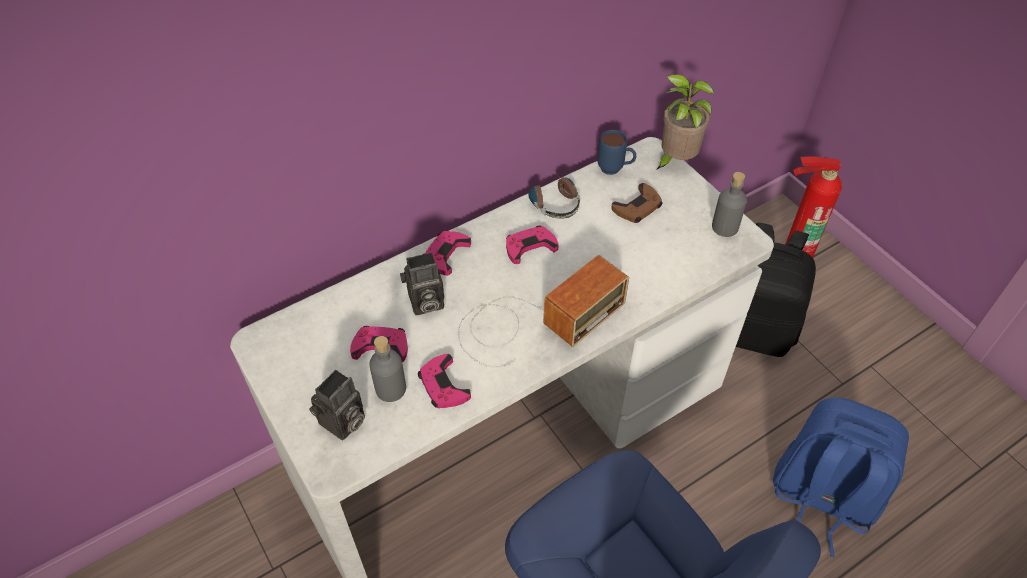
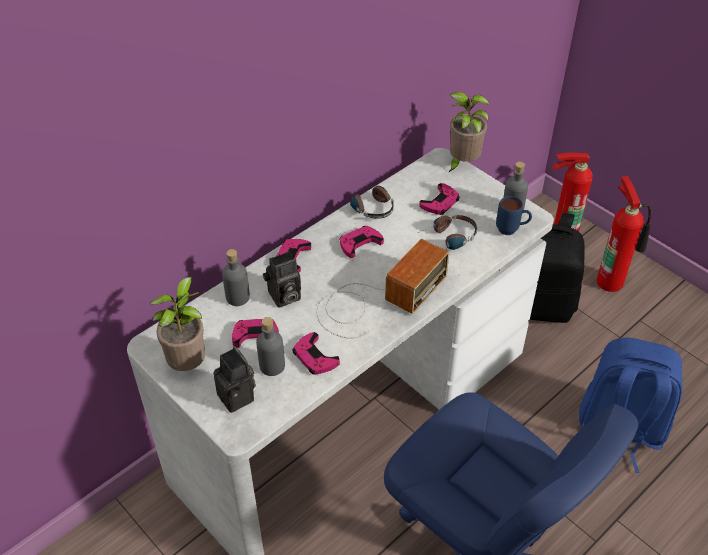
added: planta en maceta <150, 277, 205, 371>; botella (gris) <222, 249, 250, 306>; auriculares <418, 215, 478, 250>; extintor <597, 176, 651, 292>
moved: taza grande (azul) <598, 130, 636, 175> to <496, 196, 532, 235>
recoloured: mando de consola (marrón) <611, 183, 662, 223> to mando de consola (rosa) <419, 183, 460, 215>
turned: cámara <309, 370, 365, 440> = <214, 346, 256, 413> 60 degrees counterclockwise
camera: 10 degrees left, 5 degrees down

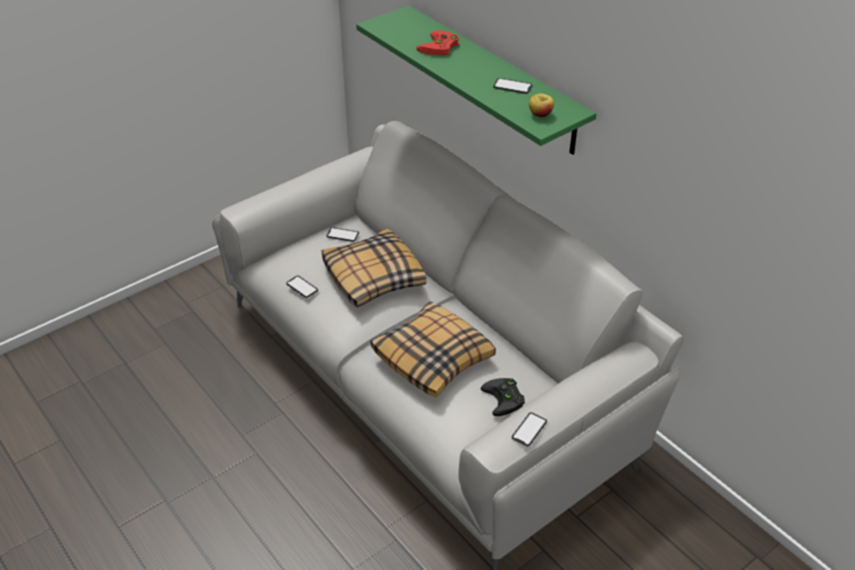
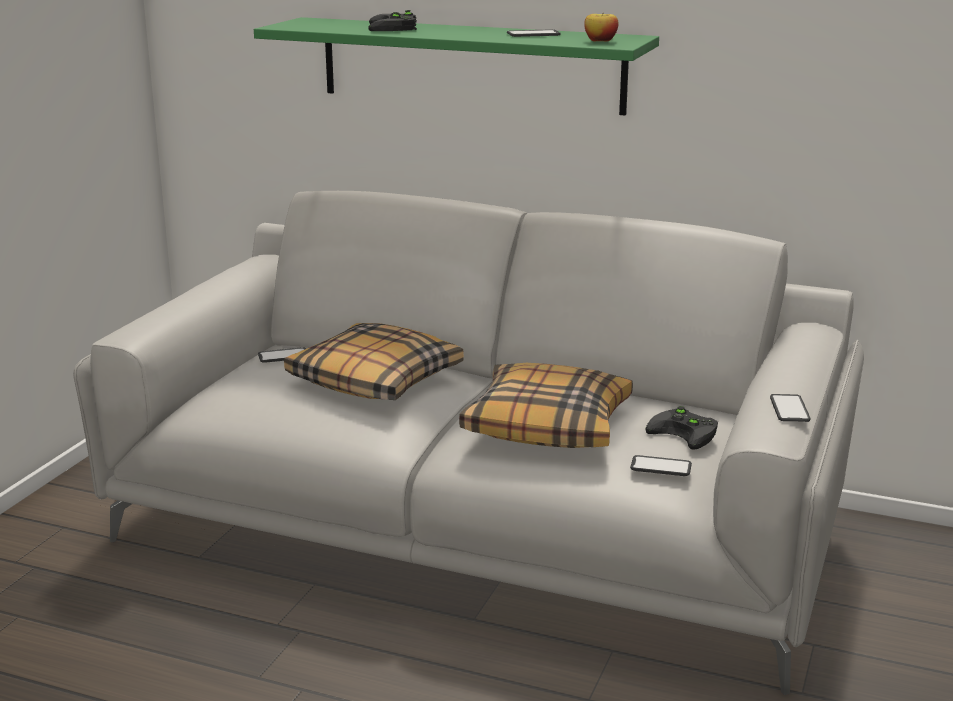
moved: móvil <286, 275, 318, 298> to <630, 455, 692, 476>
recoloured: mando de consola (rojo) <416, 30, 459, 56> to mando de consola (negro) <368, 10, 417, 31>
camera: 30 degrees left, 20 degrees down

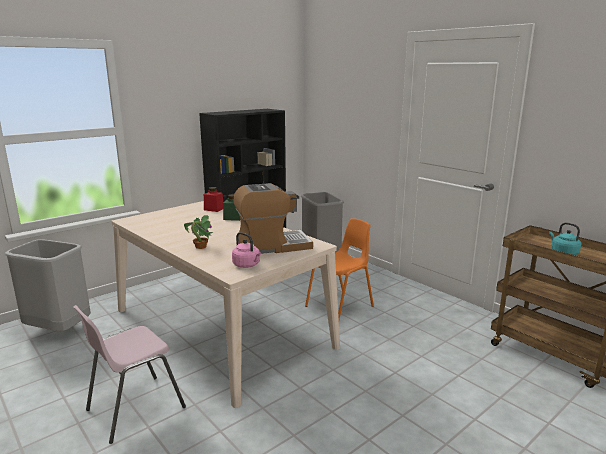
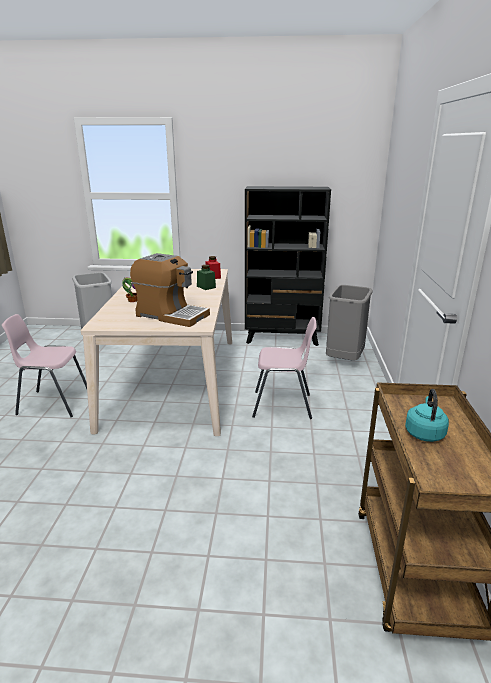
removed: hervidor (rosa) <232, 232, 261, 268>
recoloured: silla (naranja) <305, 218, 374, 319> to silla (rosa) <252, 317, 317, 419>
camera: 45 degrees right, 5 degrees up

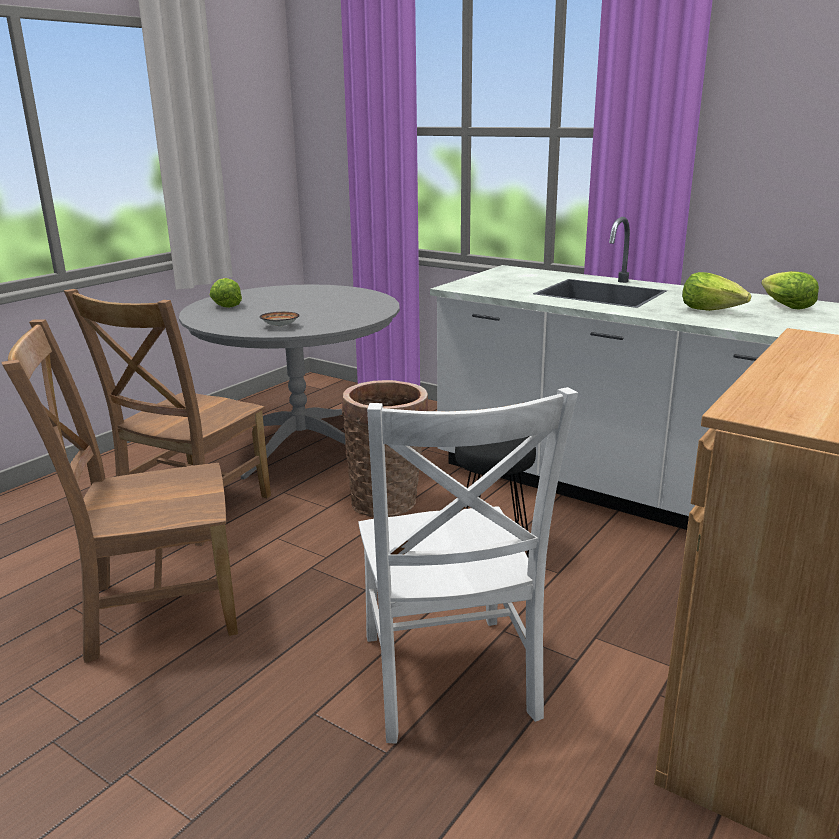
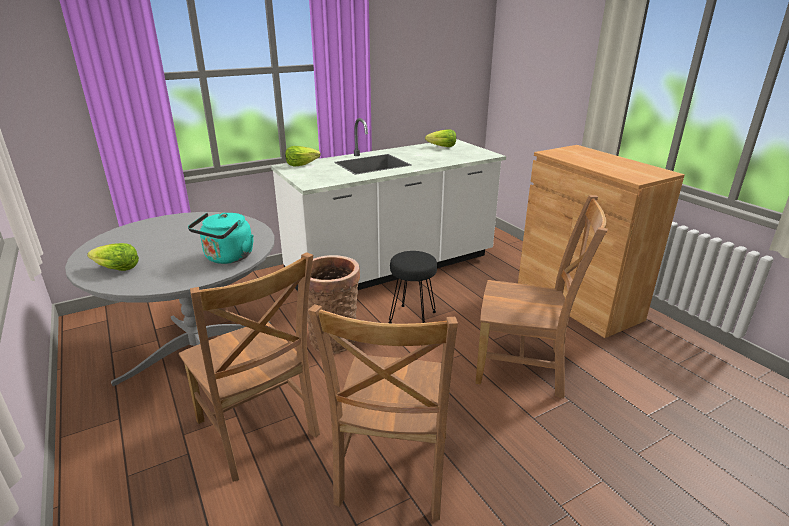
moved: lechuga <682, 272, 751, 311> to <285, 146, 321, 167>
replaced: cuenco <260, 312, 300, 327> to hervidor (turquesa) <188, 213, 254, 264>
recoloured: silla (blanco) <358, 387, 578, 744> to silla (marrón) <475, 195, 608, 399>
camera: 65 degrees left, 5 degrees up

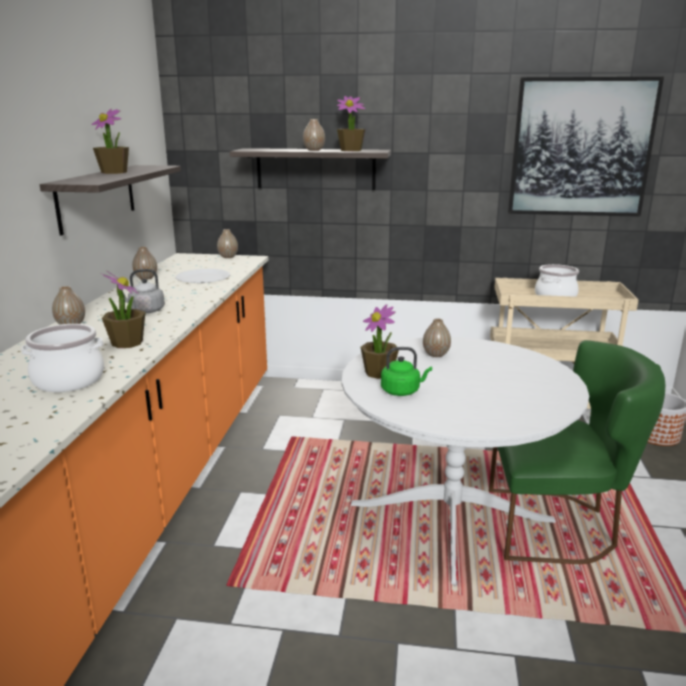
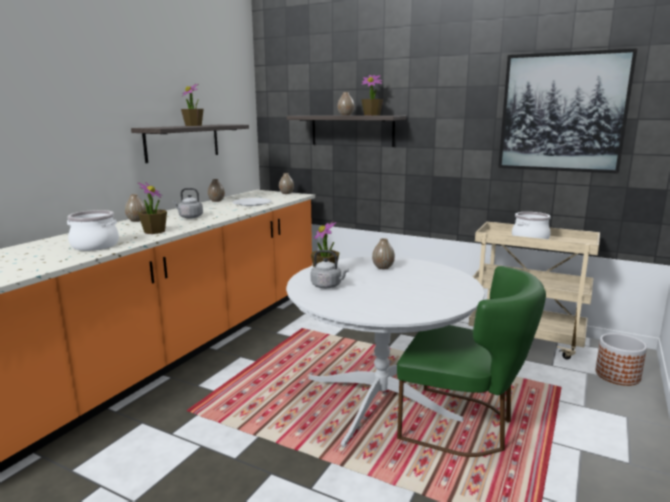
recoloured: hervidor (verde) <381, 347, 432, 396> to hervidor (gris) <311, 250, 349, 288>
camera: 20 degrees right, 5 degrees down

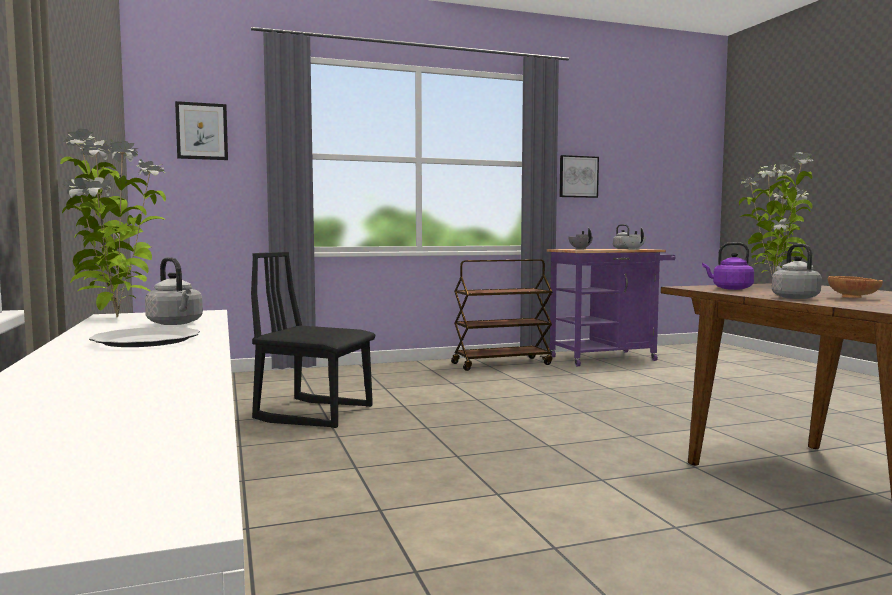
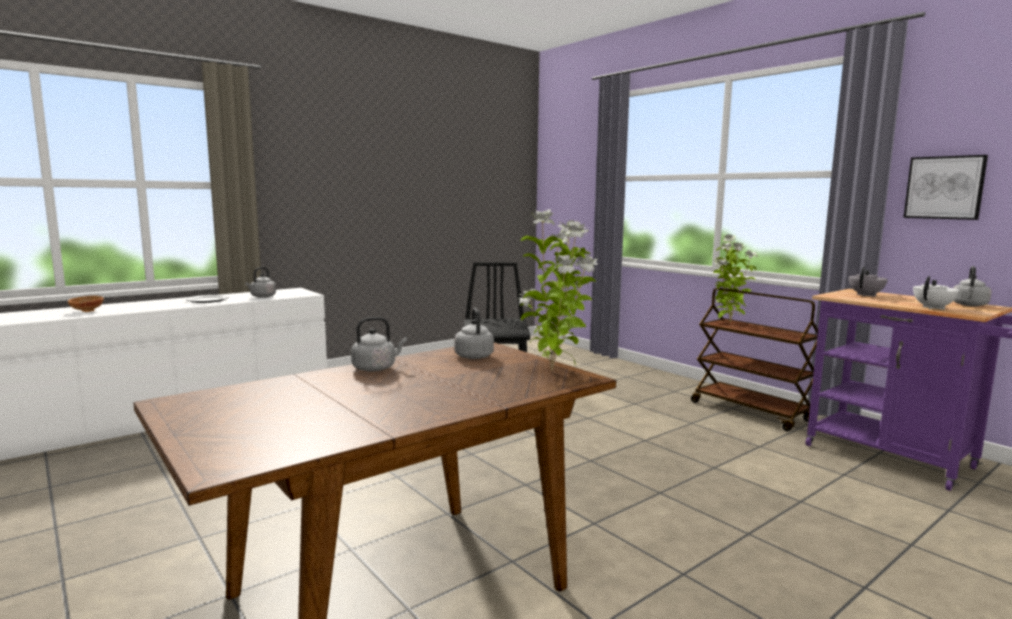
removed: cuadro <175, 101, 228, 160>
moved: cuenco (marrón) <828, 276, 883, 298> to <68, 296, 104, 312>; planta en maceta <60, 129, 166, 317> to <713, 234, 758, 322>
recoloured: hervidor (morado) <702, 242, 754, 290> to hervidor (gris) <454, 308, 494, 359>
camera: 70 degrees right, 5 degrees up

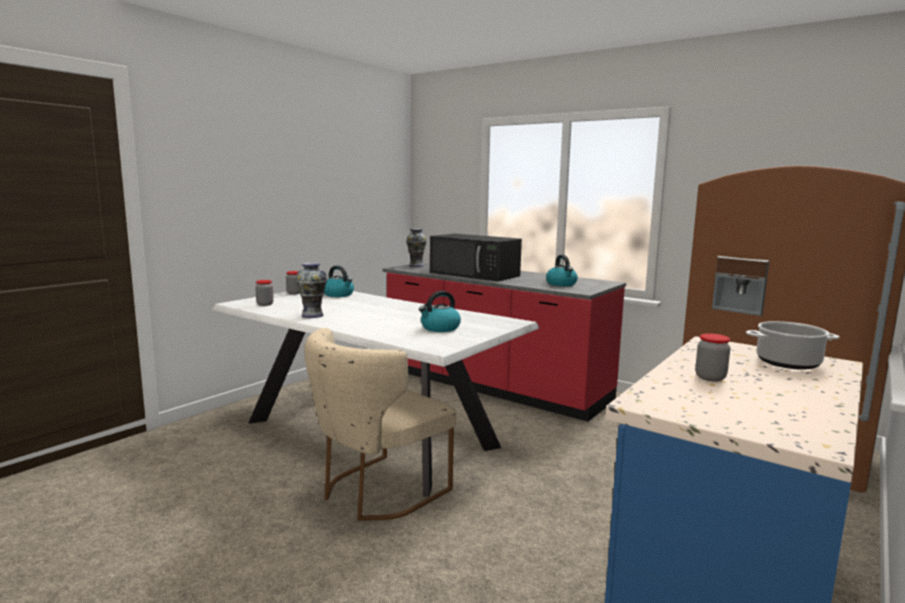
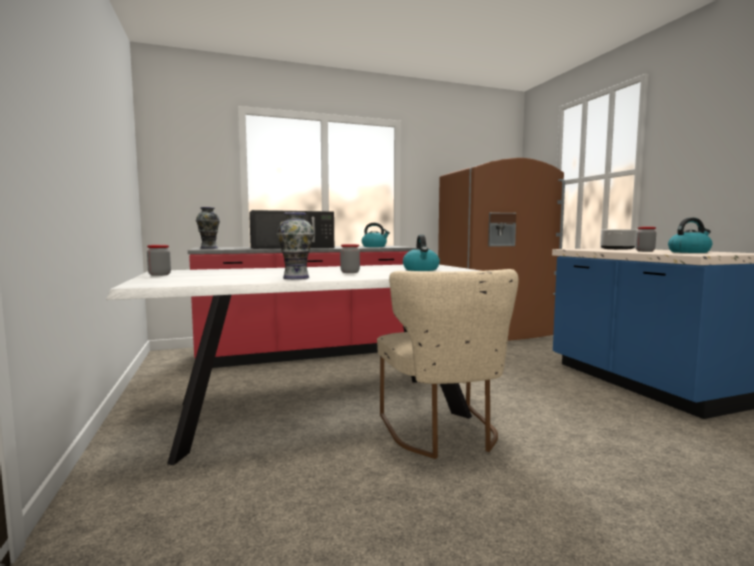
moved: tarro <255, 280, 274, 306> to <340, 244, 360, 273>; hervidor <324, 265, 354, 297> to <668, 218, 712, 253>
camera: 55 degrees left, 5 degrees down

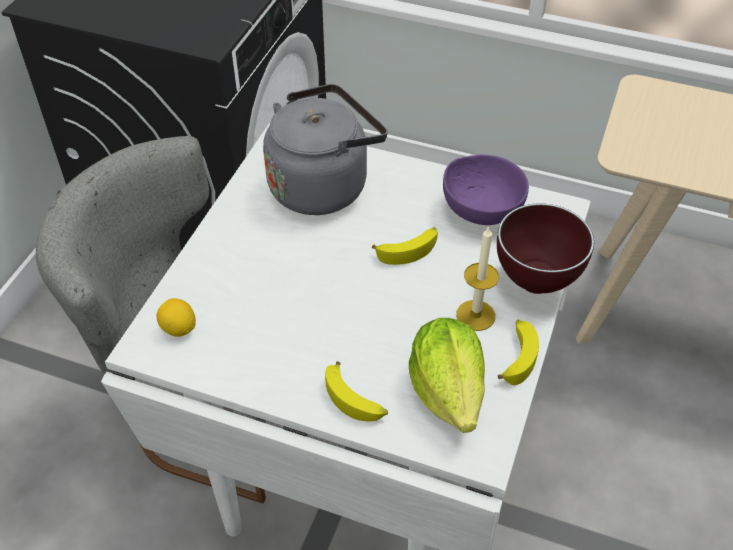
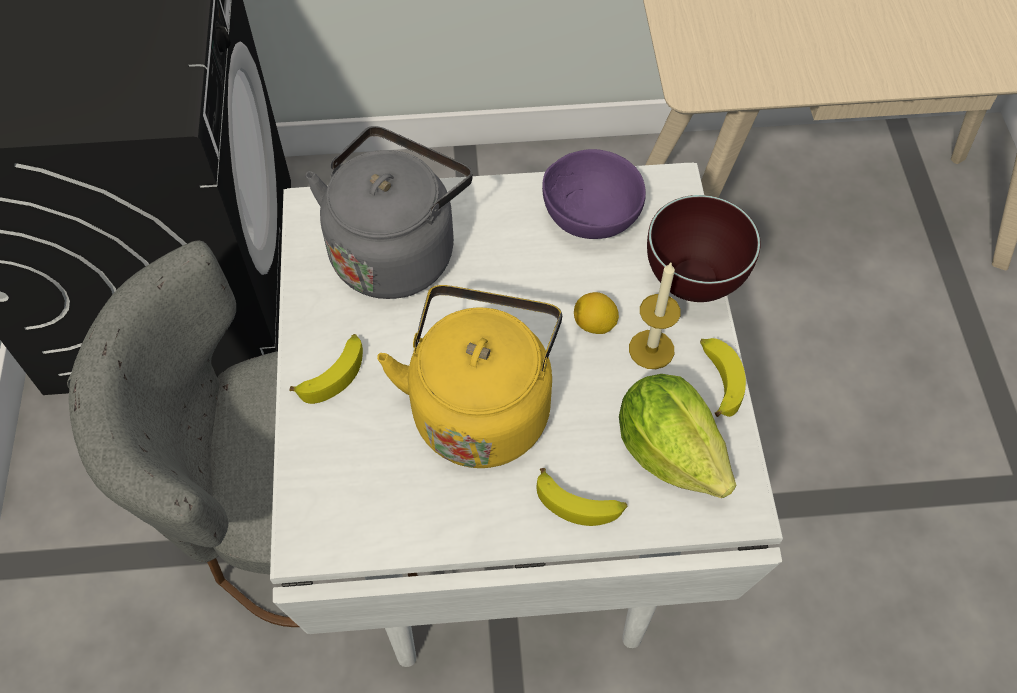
added: hervidor (amarillo) <377, 285, 562, 468>
moved: plátano <372, 227, 438, 265> to <290, 334, 363, 404>; limón <157, 298, 196, 337> to <574, 292, 619, 334>
camera: 25 degrees left, 10 degrees up

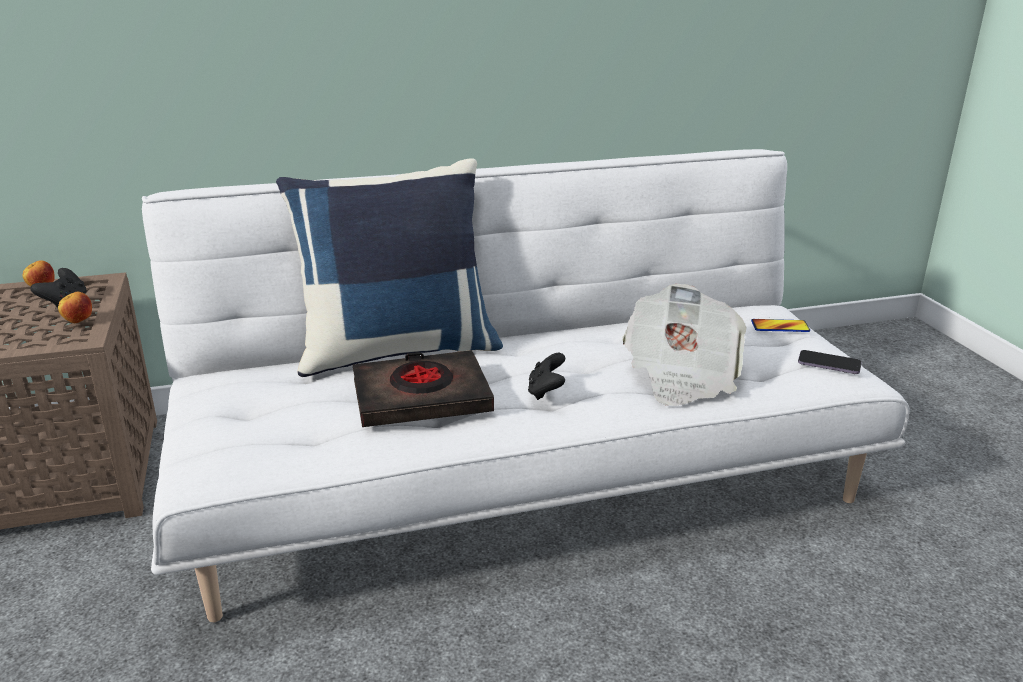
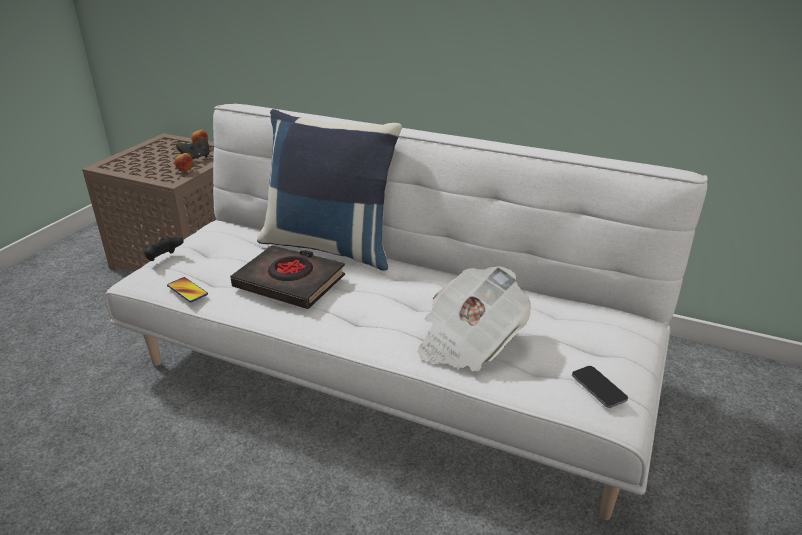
moved: mando de consola (negro) <528, 353, 565, 400> to <144, 236, 184, 261>; móvil <751, 319, 810, 332> to <167, 277, 208, 302>
camera: 40 degrees right, 5 degrees up

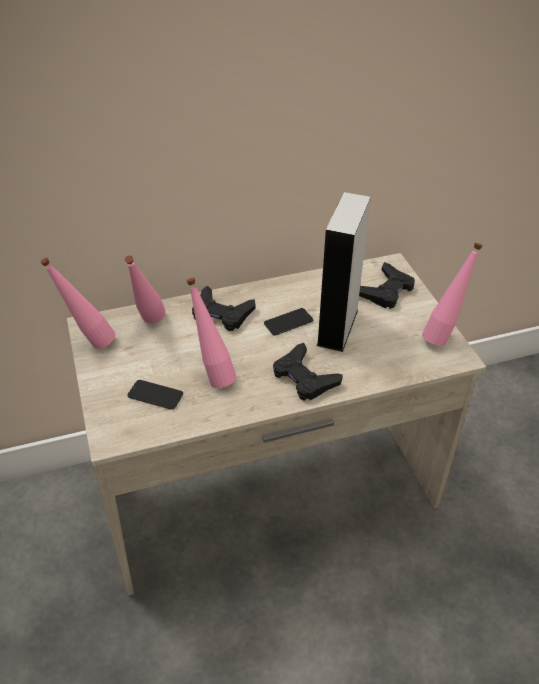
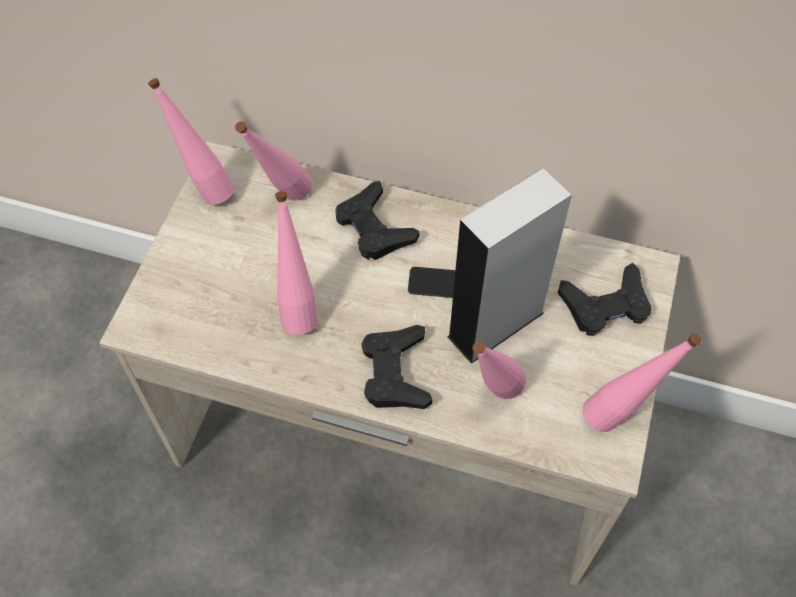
removed: móvil <128, 380, 183, 410>
added: botella (rosa) <473, 341, 526, 399>
camera: 35 degrees right, 15 degrees up

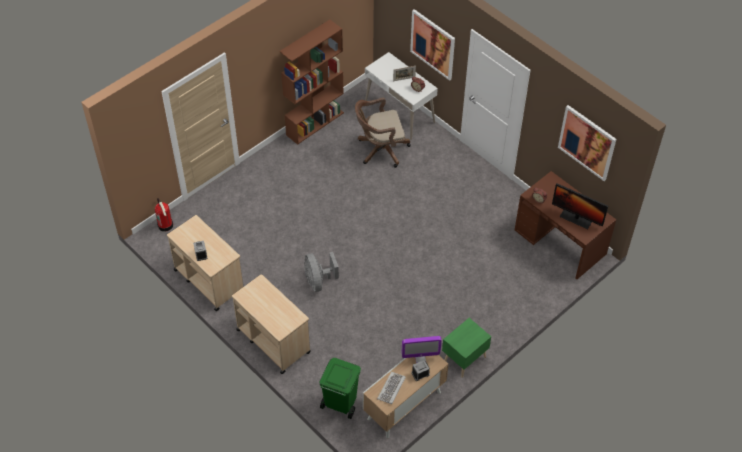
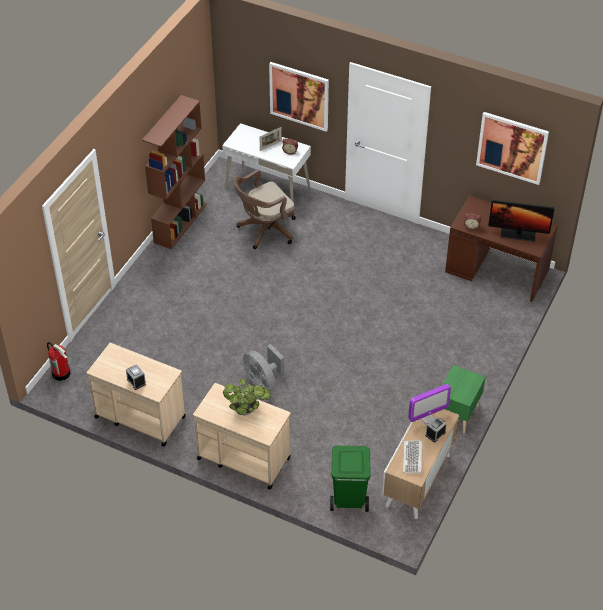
added: planta en maceta <223, 379, 271, 415>
camera: 20 degrees left, 5 degrees down

